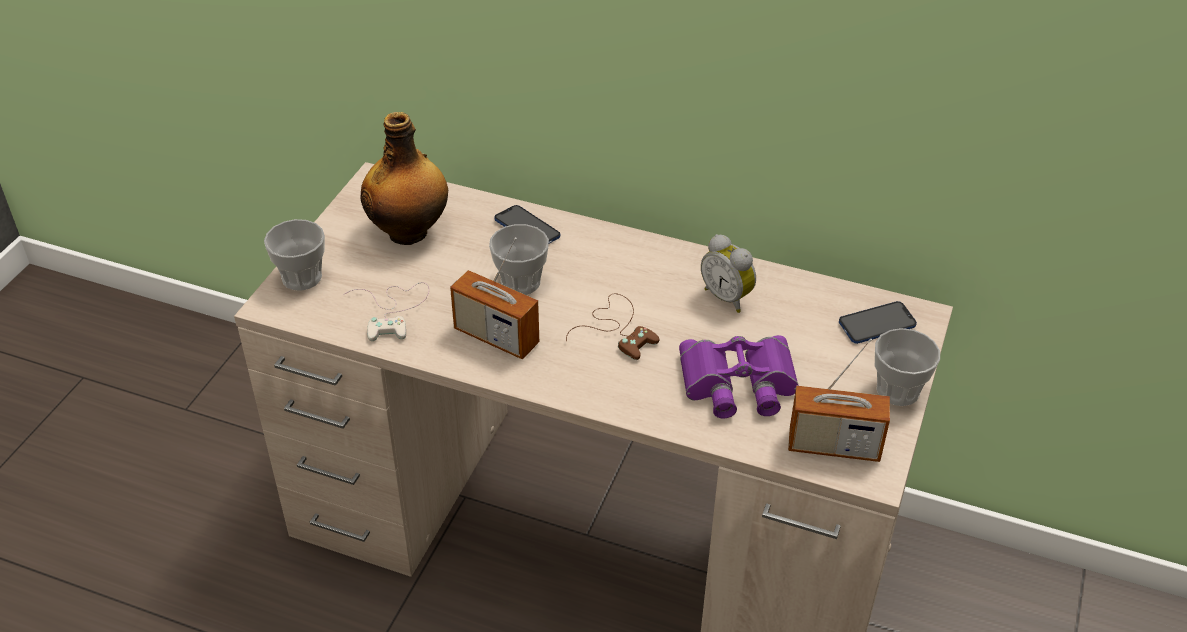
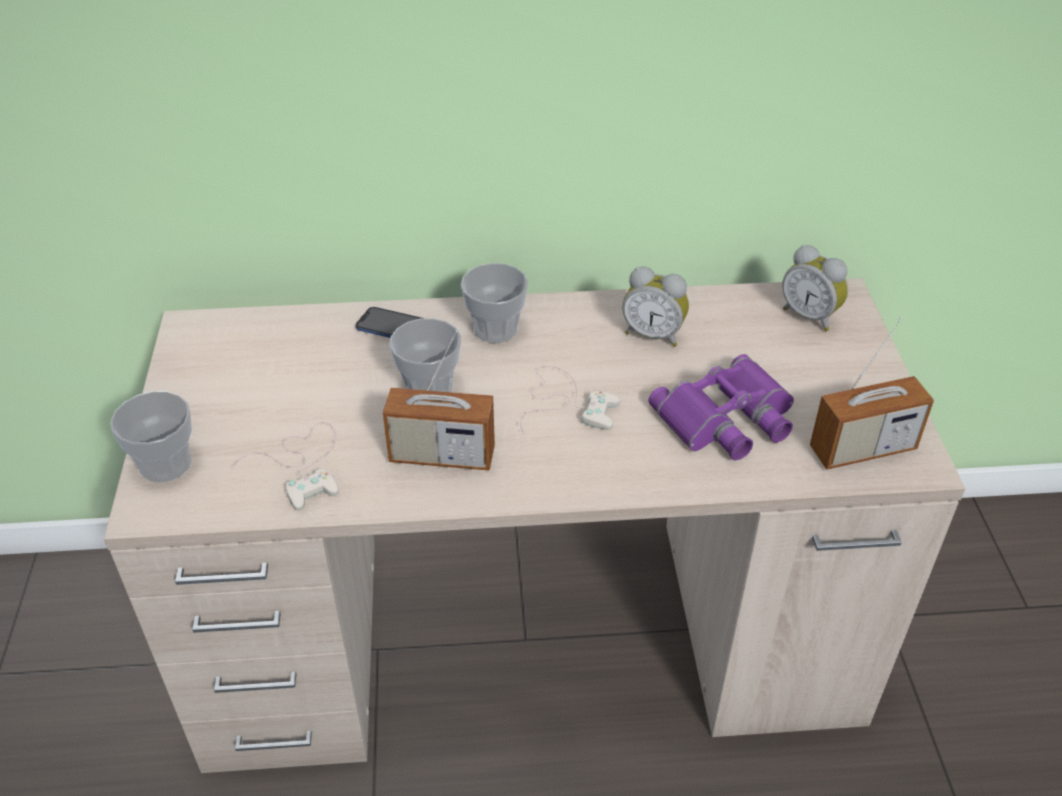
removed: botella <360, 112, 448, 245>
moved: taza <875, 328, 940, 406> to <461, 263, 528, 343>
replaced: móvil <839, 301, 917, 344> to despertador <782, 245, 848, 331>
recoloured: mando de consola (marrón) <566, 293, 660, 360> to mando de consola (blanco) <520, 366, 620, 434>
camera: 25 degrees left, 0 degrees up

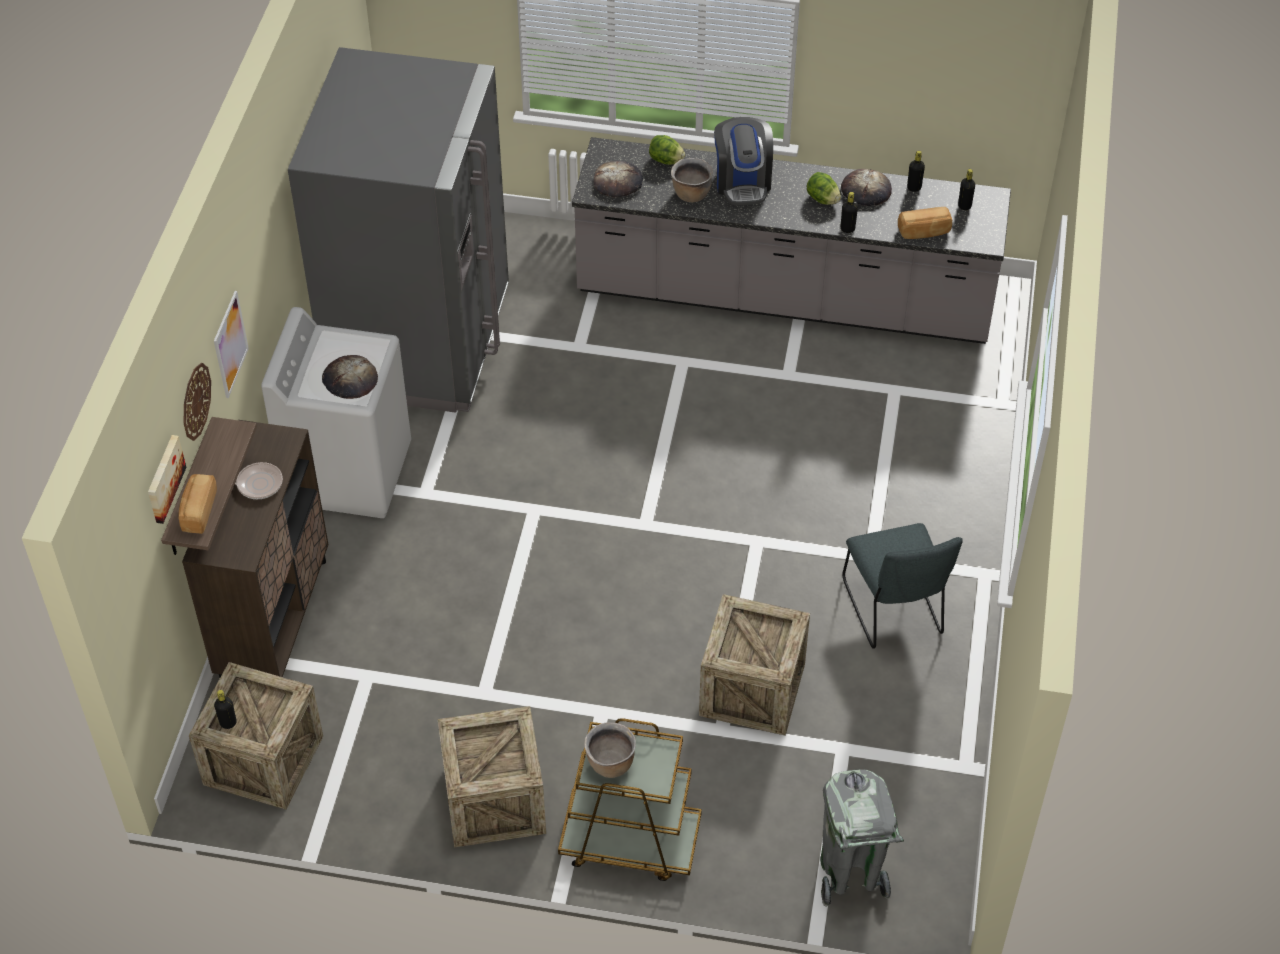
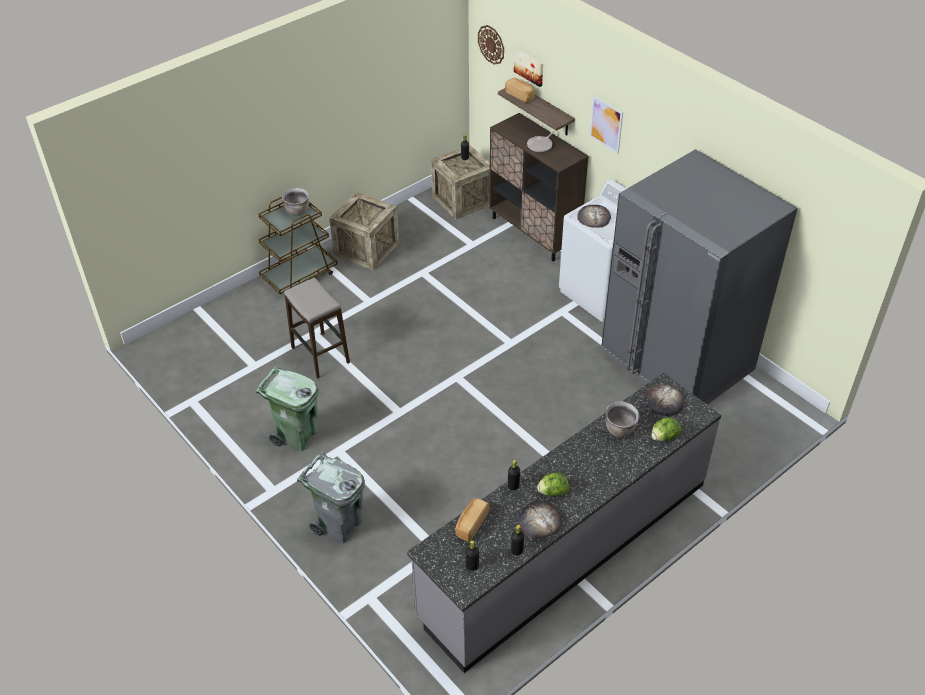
removed: cafetera <714, 117, 773, 205>
moved: papelera (gris) <820, 769, 904, 907> to <297, 452, 365, 543>; reloj de pared <184, 363, 211, 441> to <478, 25, 504, 64>
replaced: silla (gris) <842, 523, 963, 649> to papelera (verde) <255, 366, 319, 451>; caja de embalaje <699, 594, 810, 736> to taburete <284, 278, 350, 379>
camera: 130 degrees right, 5 degrees down

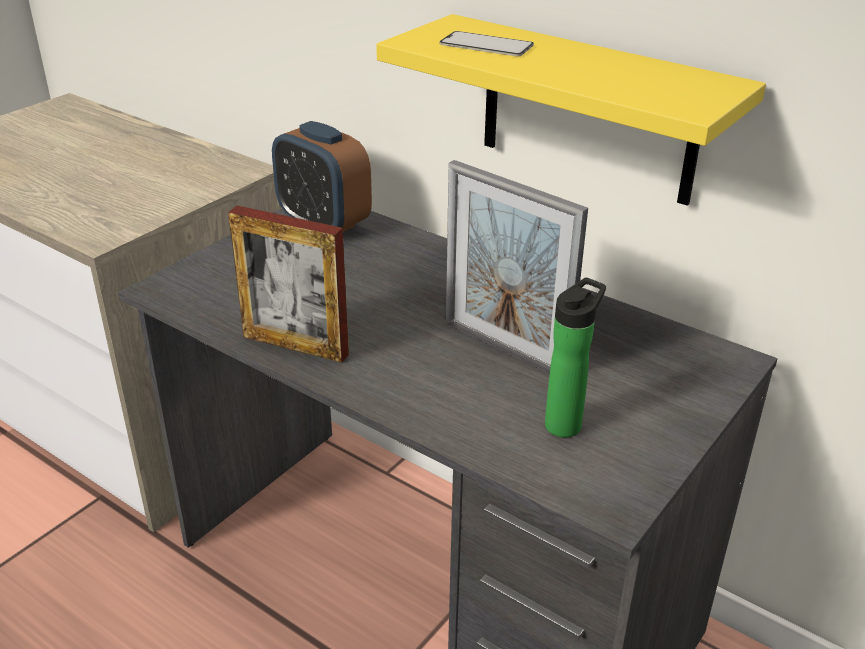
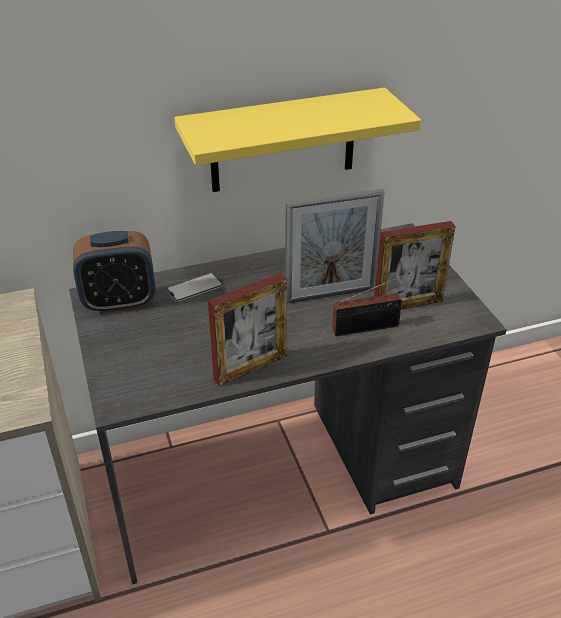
added: radio <332, 272, 410, 336>
moved: móvil <440, 31, 534, 57> to <166, 273, 223, 302>
replaced: botella <545, 277, 606, 437> to portarretratos <374, 221, 456, 309>
camera: 55 degrees left, 5 degrees up

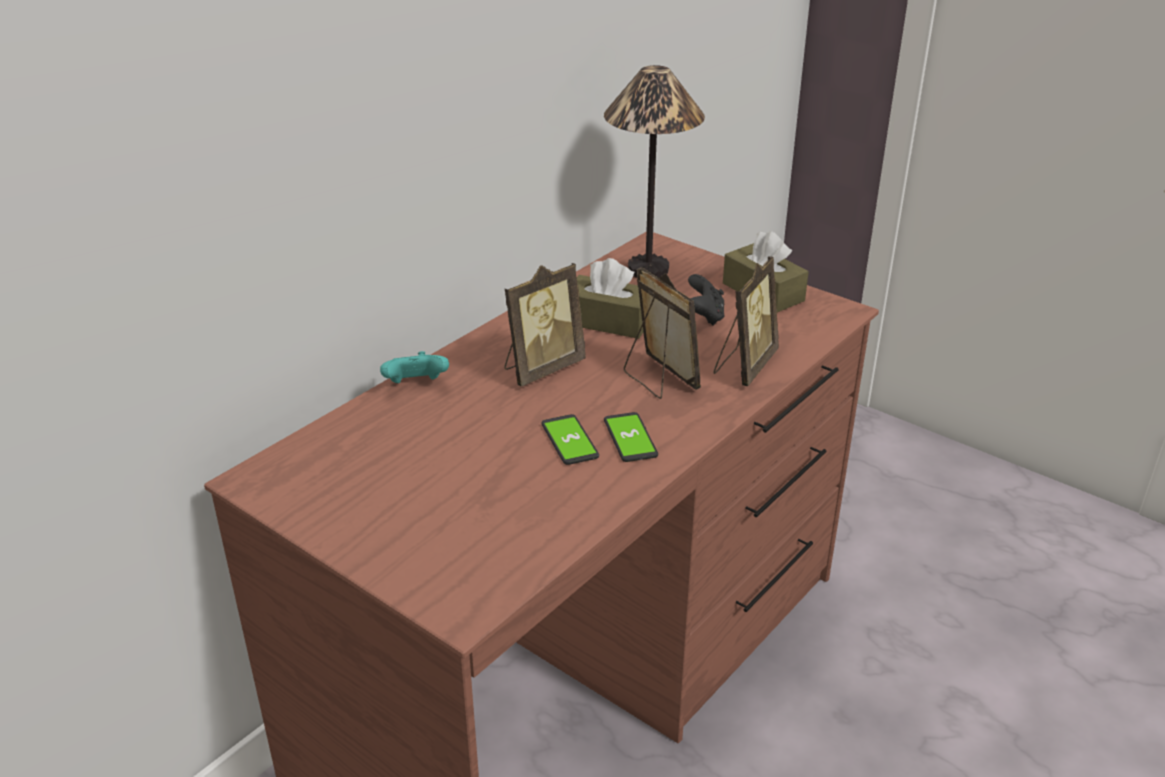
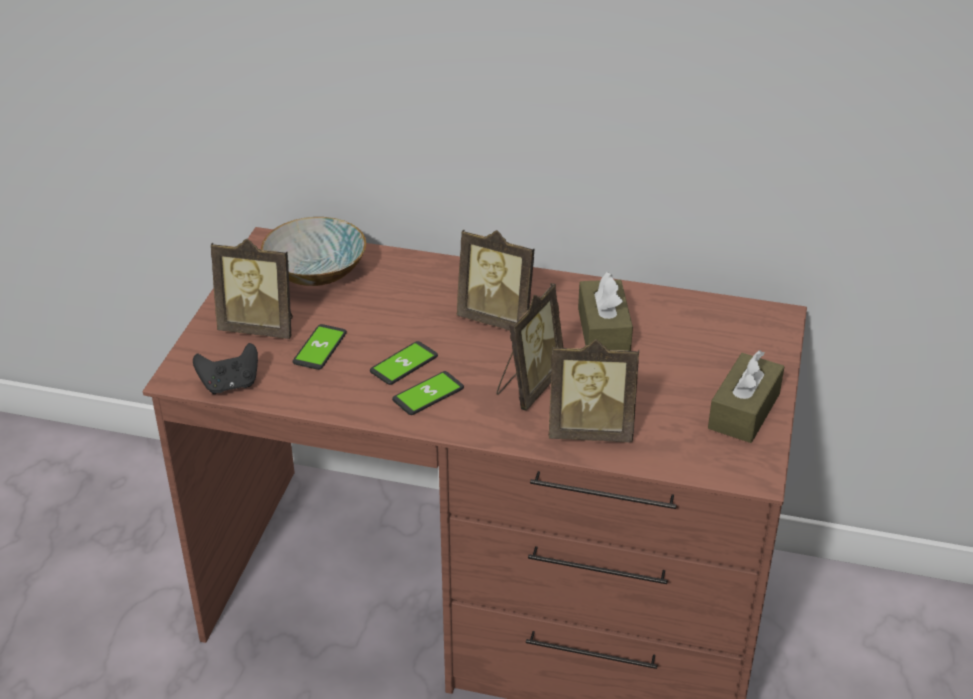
removed: mando de consola (turquesa) <380, 351, 449, 383>; lámpara de mesa <604, 65, 705, 278>
added: portarretratos <211, 239, 293, 339>; cuenco <261, 217, 366, 286>; móvil <293, 324, 347, 370>
moved: mando de consola (negro) <688, 274, 725, 326> to <193, 343, 258, 394>
camera: 65 degrees right, 5 degrees up

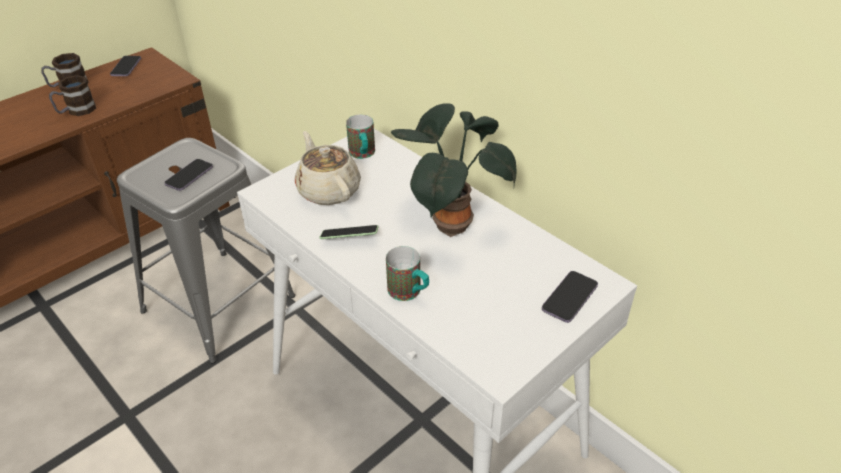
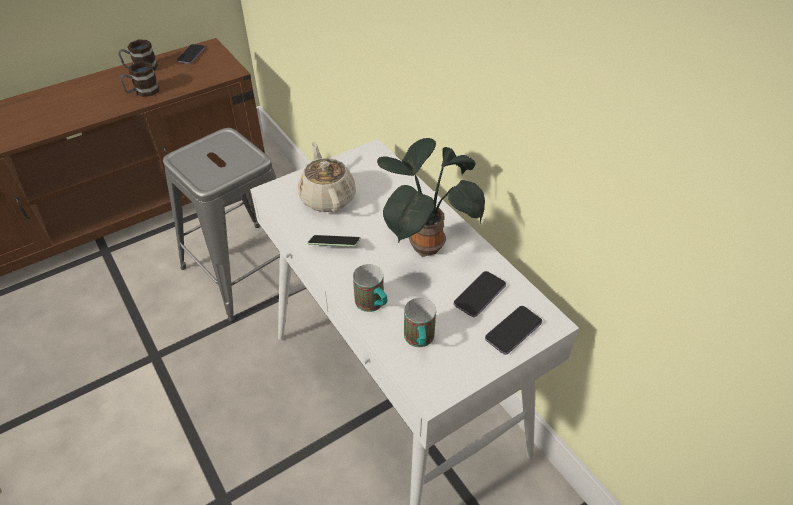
moved: taza grande <346, 115, 375, 159> to <404, 298, 436, 347>; móvil <164, 159, 213, 191> to <454, 271, 506, 317>
camera: 10 degrees right, 5 degrees up

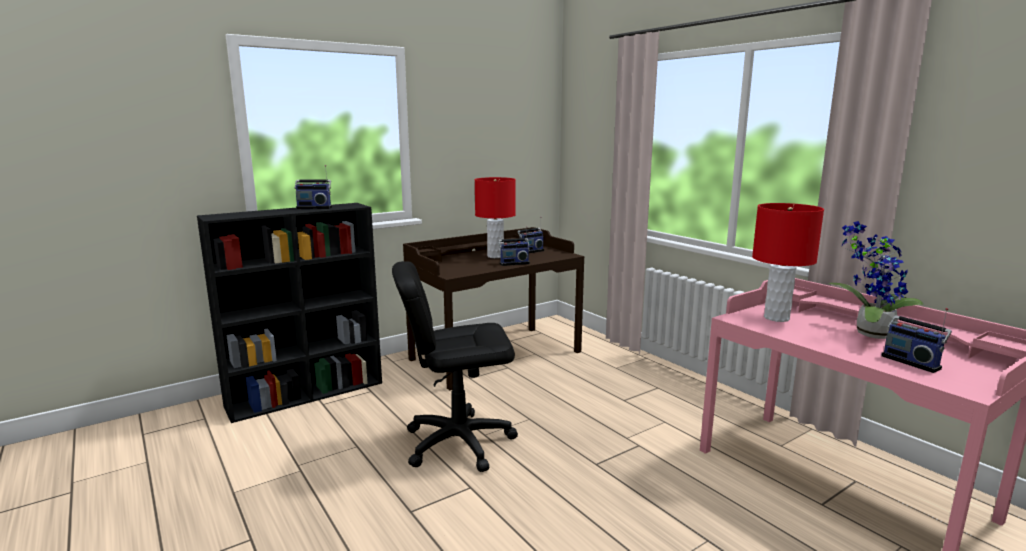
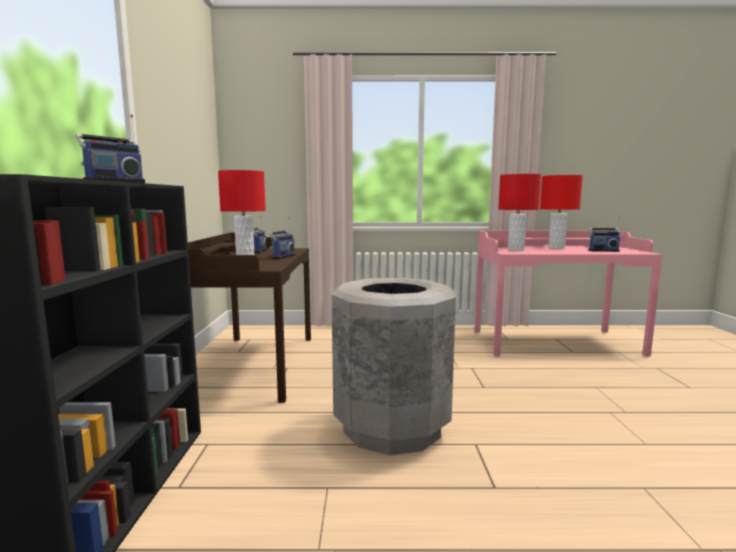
replaced: silla de oficina (negro) <392, 261, 518, 472> to papelera (gris) <332, 278, 456, 455>; planta en maceta <828, 221, 923, 339> to lámpara de mesa (rojo) <540, 175, 583, 249>
camera: 55 degrees left, 5 degrees down

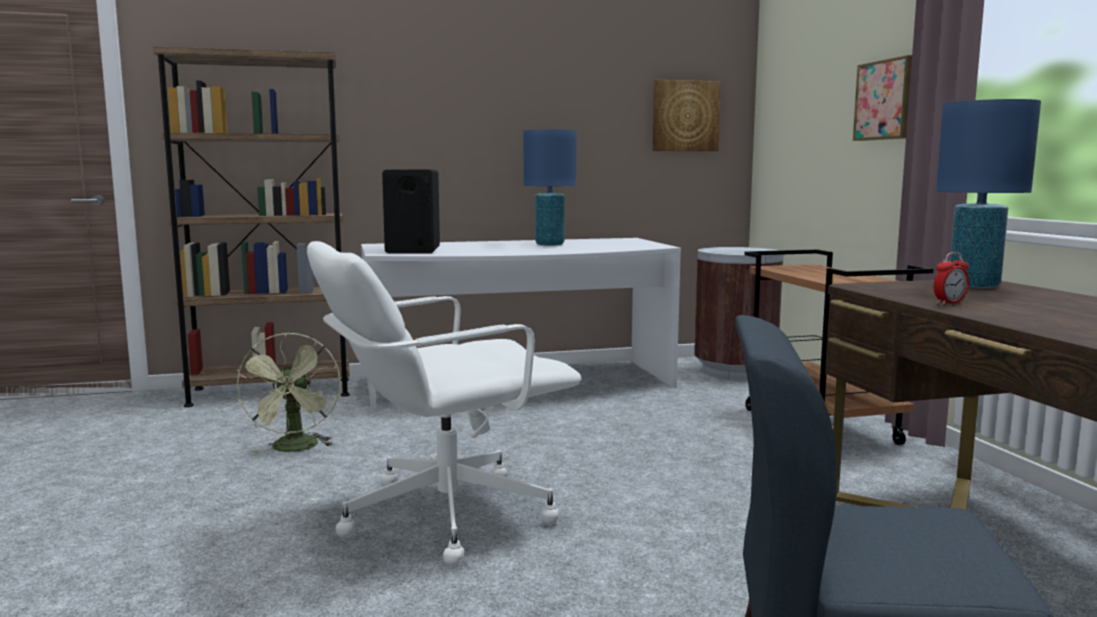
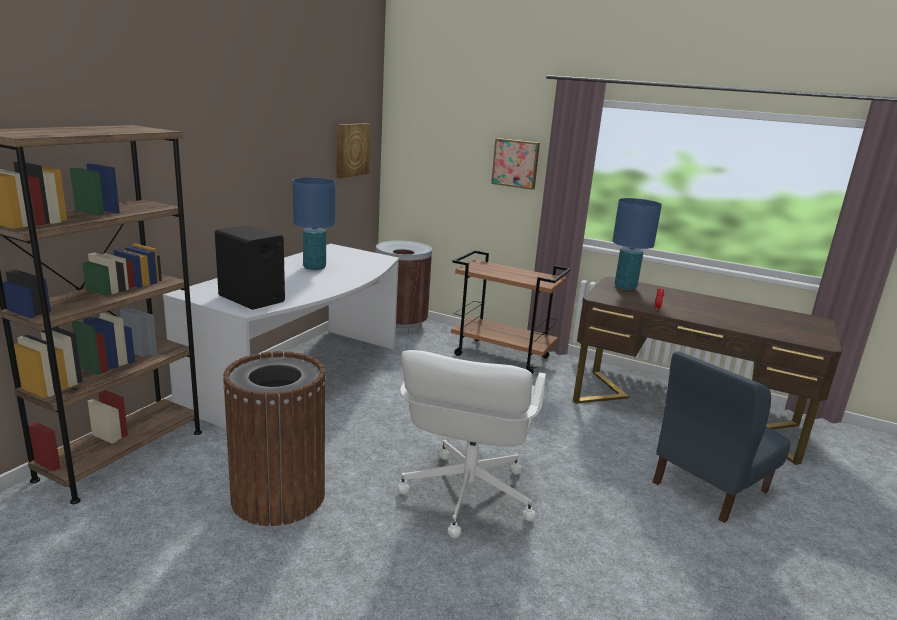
replaced: ventilador (verde) <236, 332, 341, 453> to papelera (marrón) <223, 351, 326, 526>
camera: 50 degrees left, 10 degrees up

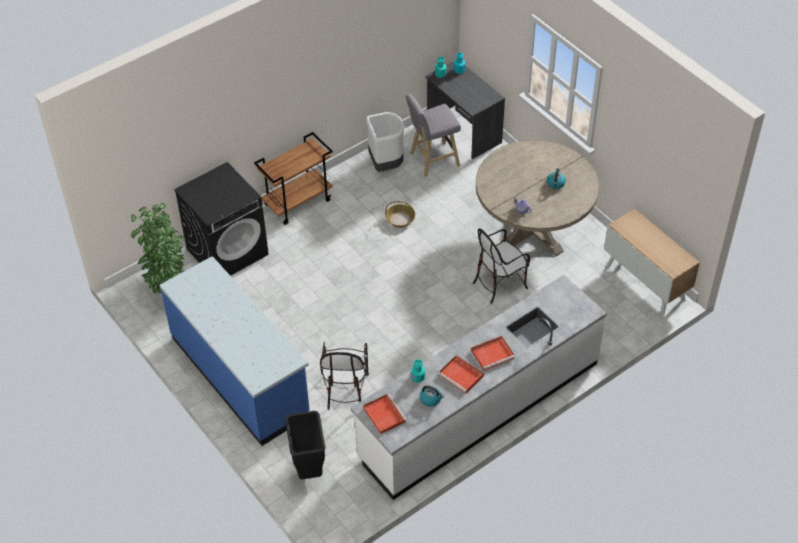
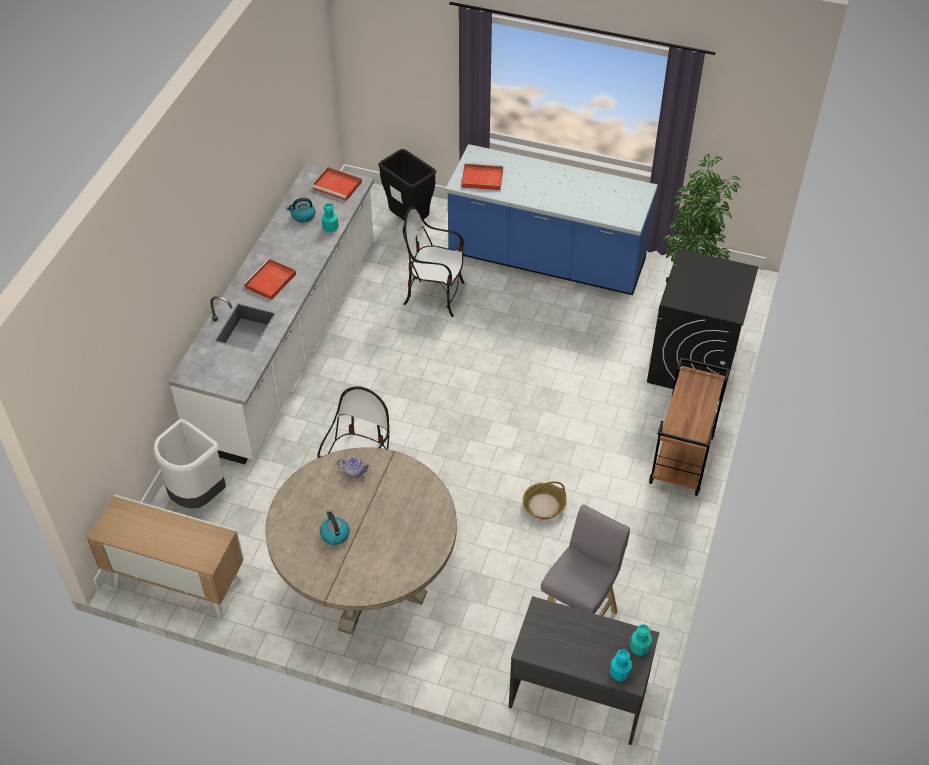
moved: papelera (blanco) <366, 112, 404, 172> to <153, 419, 226, 509>; bandeja (rojo) <438, 355, 484, 394> to <461, 163, 503, 190>
turned: silla <320, 342, 369, 410> = <403, 206, 465, 317> 45 degrees counterclockwise
camera: 145 degrees right, 0 degrees up

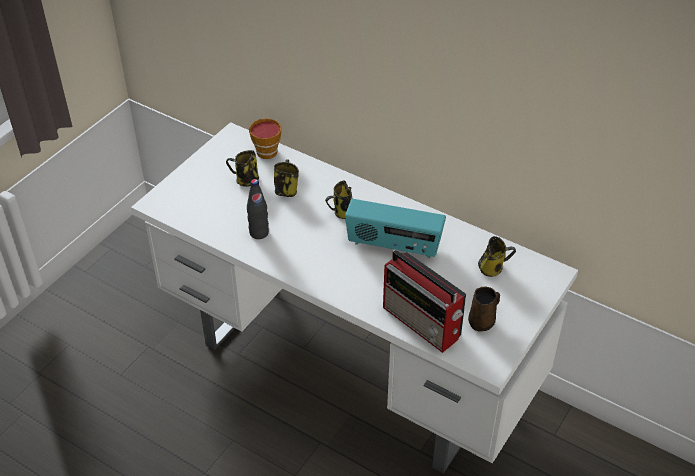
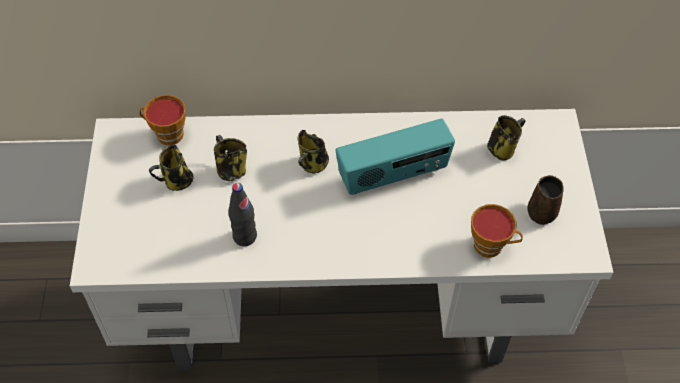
replaced: radio <383, 250, 466, 353> to taza <471, 204, 523, 258>
camera: 35 degrees left, 10 degrees up

